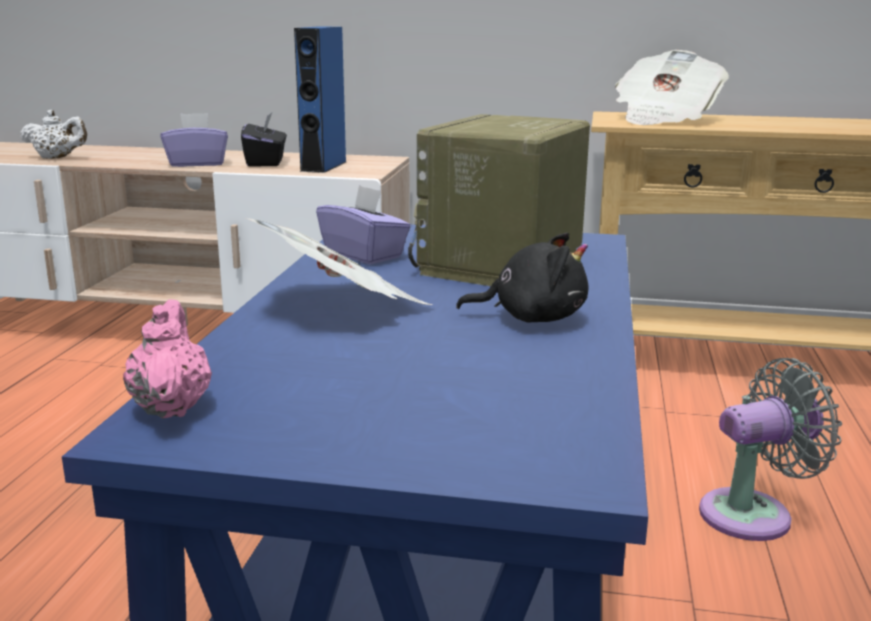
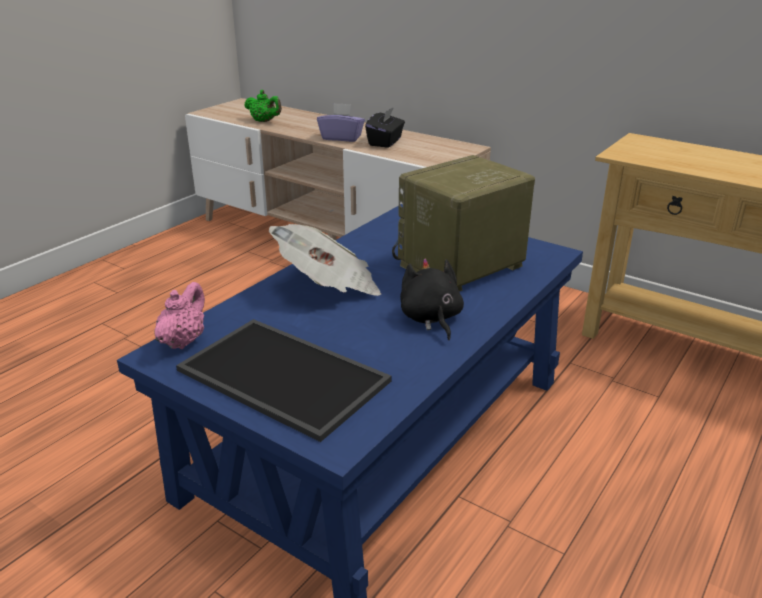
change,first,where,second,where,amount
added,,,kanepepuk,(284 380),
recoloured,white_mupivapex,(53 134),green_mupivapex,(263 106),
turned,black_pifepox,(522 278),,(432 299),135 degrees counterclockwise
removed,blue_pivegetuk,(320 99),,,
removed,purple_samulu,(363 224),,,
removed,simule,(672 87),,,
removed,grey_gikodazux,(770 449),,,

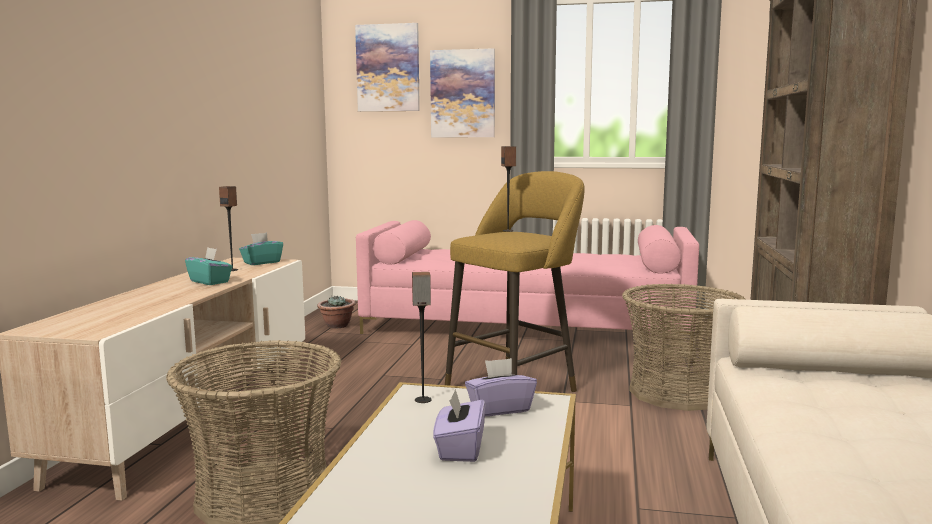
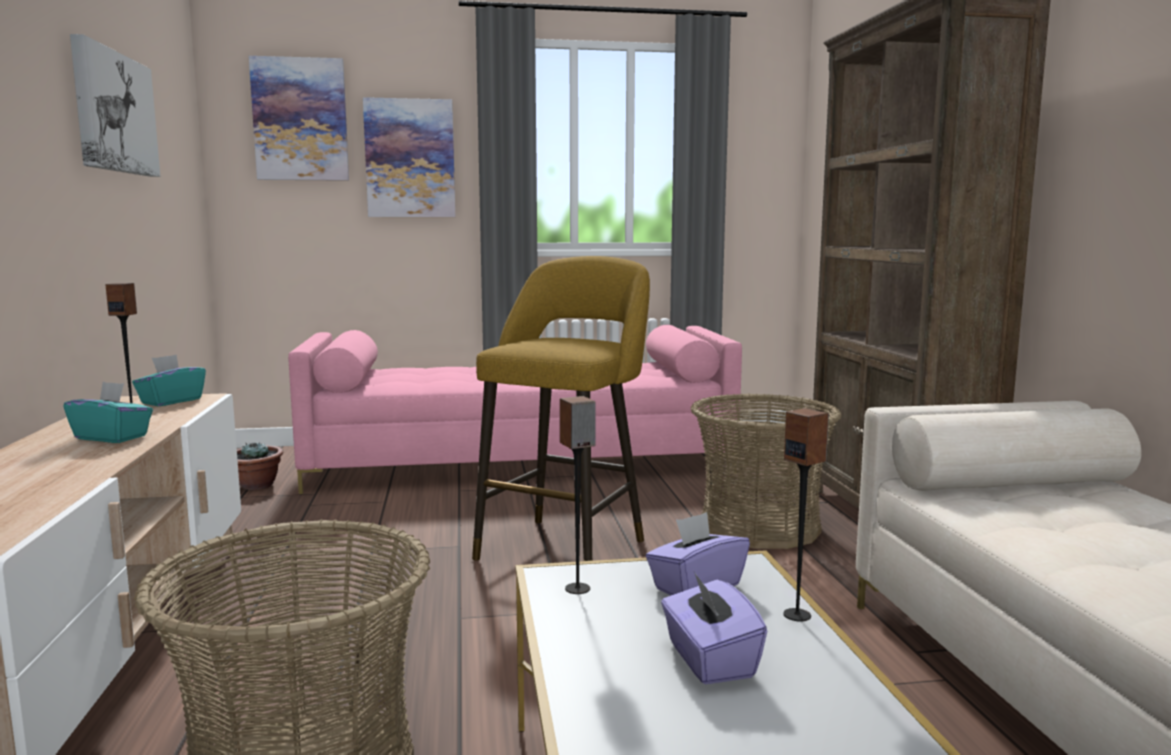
change,first,where,second,where,amount
added,,,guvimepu,(115 105),
moved,pivegetuk,(508 189),,(806 515),

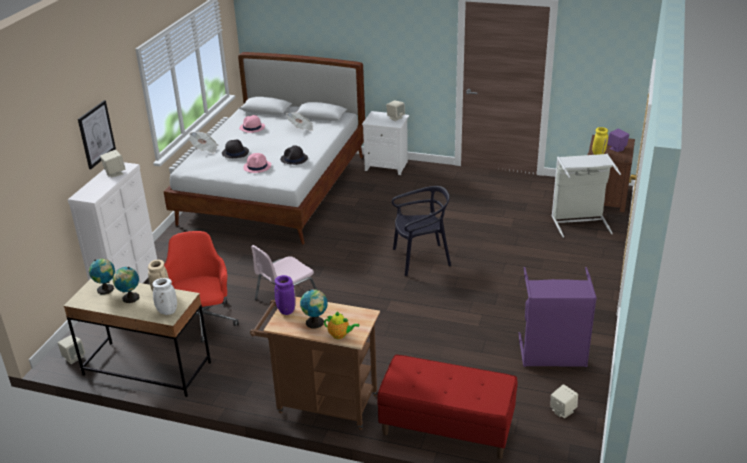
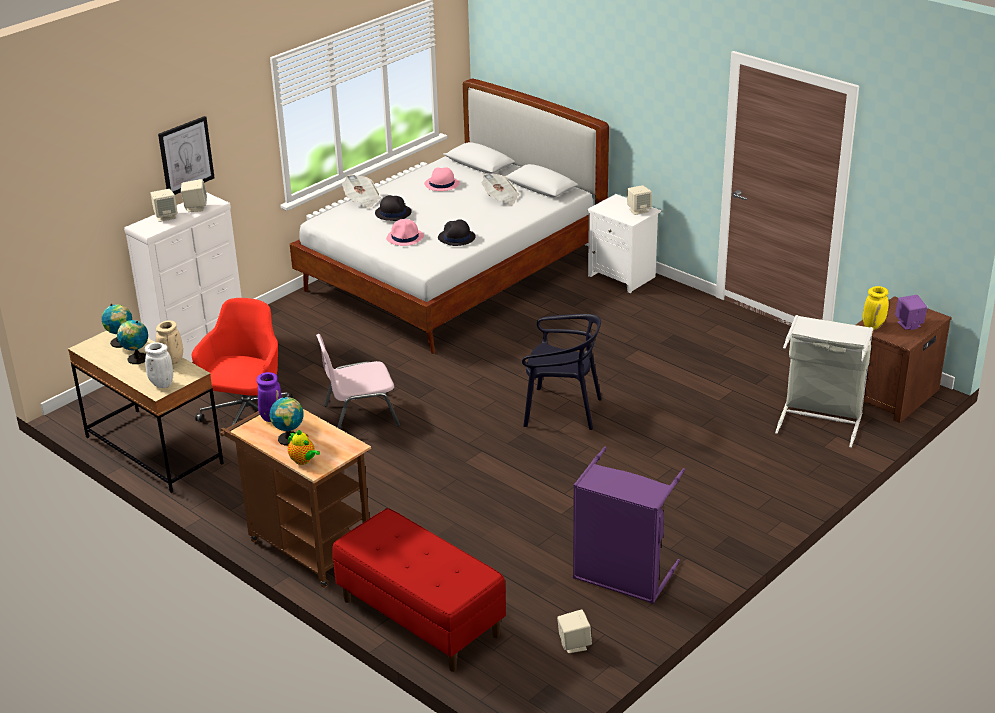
change,first,where,second,where,amount
moved,beige_pivegetuk,(71 349),,(164 205),

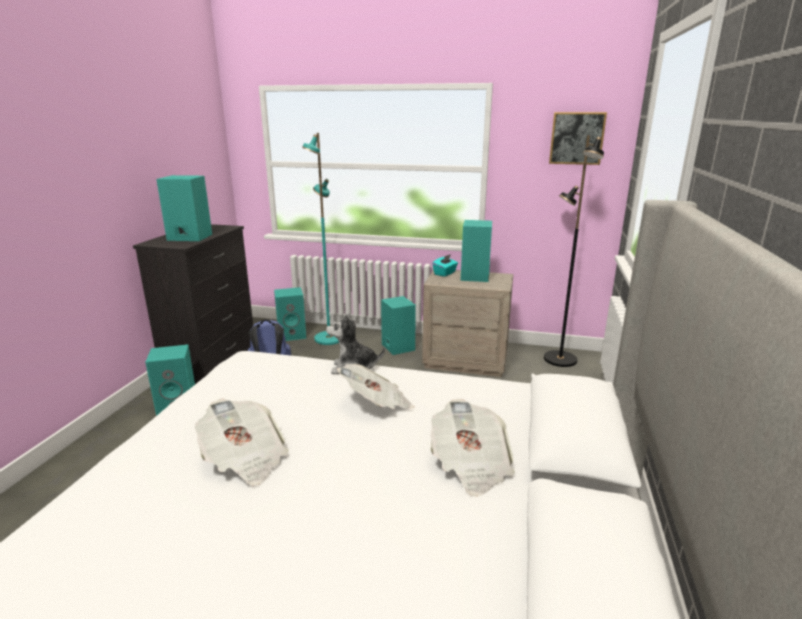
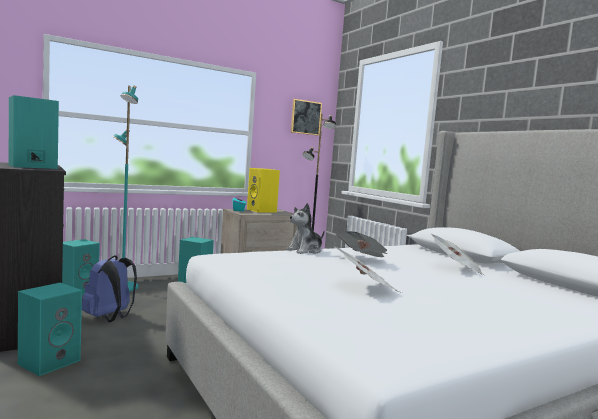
change,first,where,second,where,amount
recoloured,turquoise_pivegetuk,(476 251),yellow_pivegetuk,(263 190),

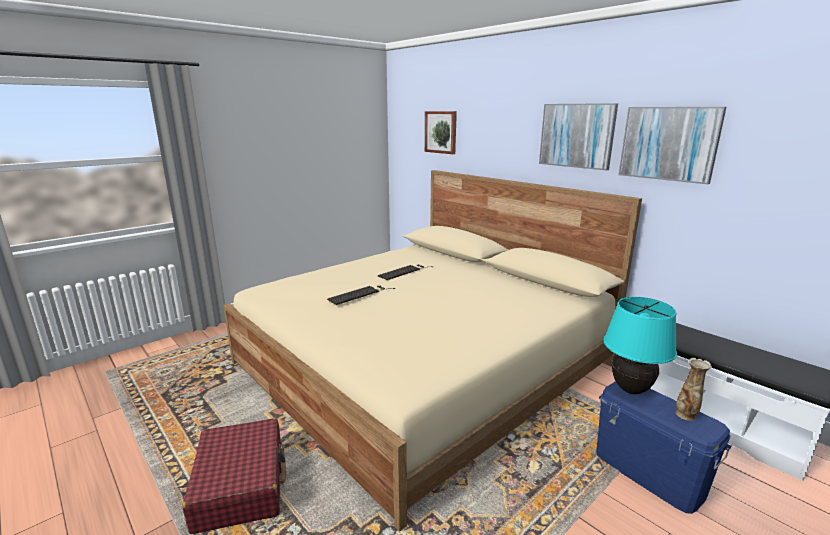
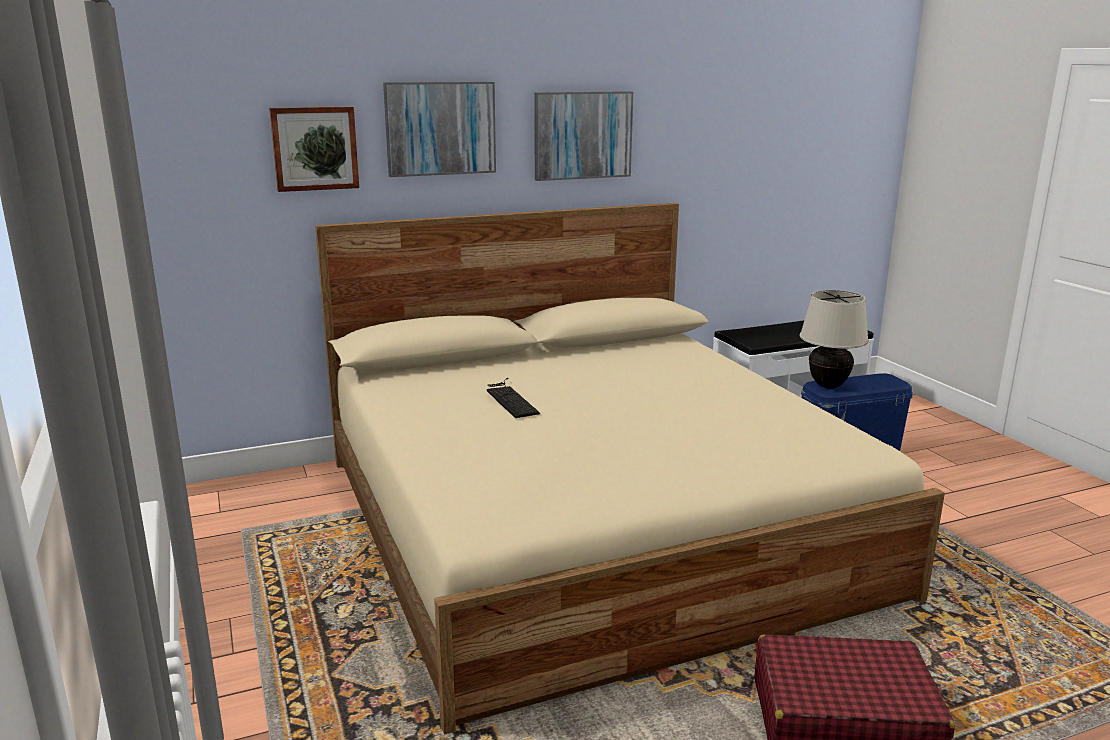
change,first,where,second,where,amount
moved,guvimepu,(672 145),,(439 129),
recoloured,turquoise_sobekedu,(640 345),beige_sobekedu,(834 339),
removed,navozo,(361 295),,,
removed,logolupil,(694 389),,,

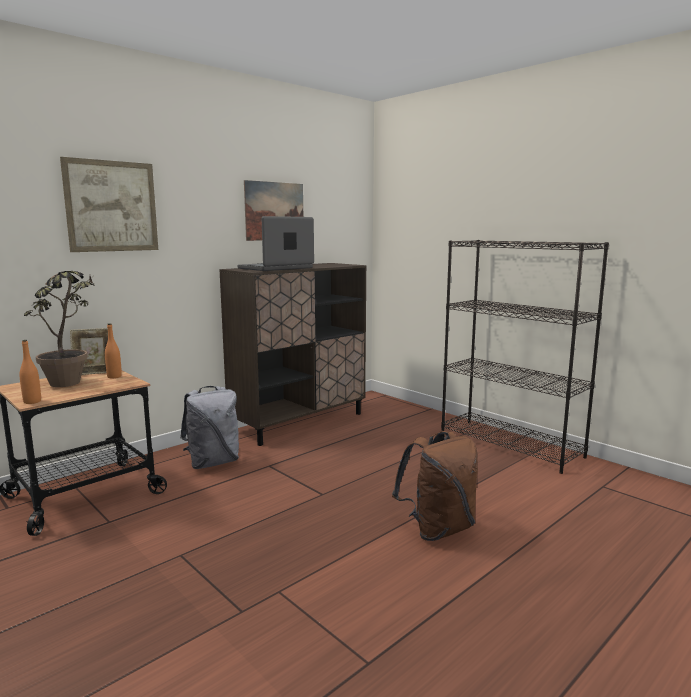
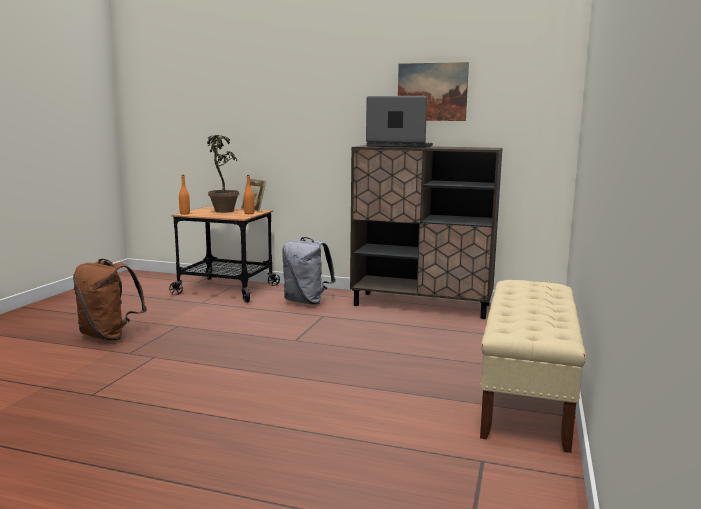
change,first,where,second,where,amount
moved,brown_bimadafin,(435 486),,(110 300),
replaced,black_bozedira,(525 357),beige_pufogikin,(533 366),
removed,guvimepu,(109 204),,,

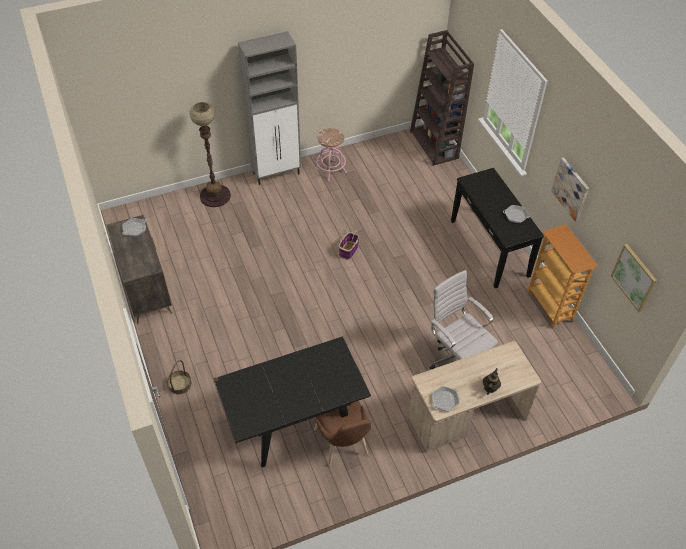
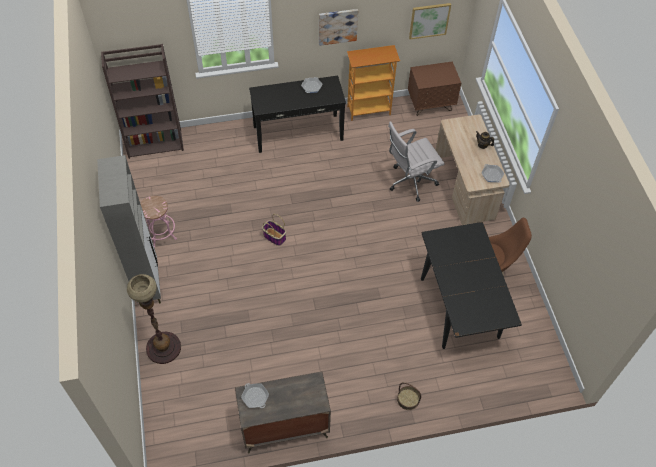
change,first,where,second,where,amount
added,,,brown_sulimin,(434 88),

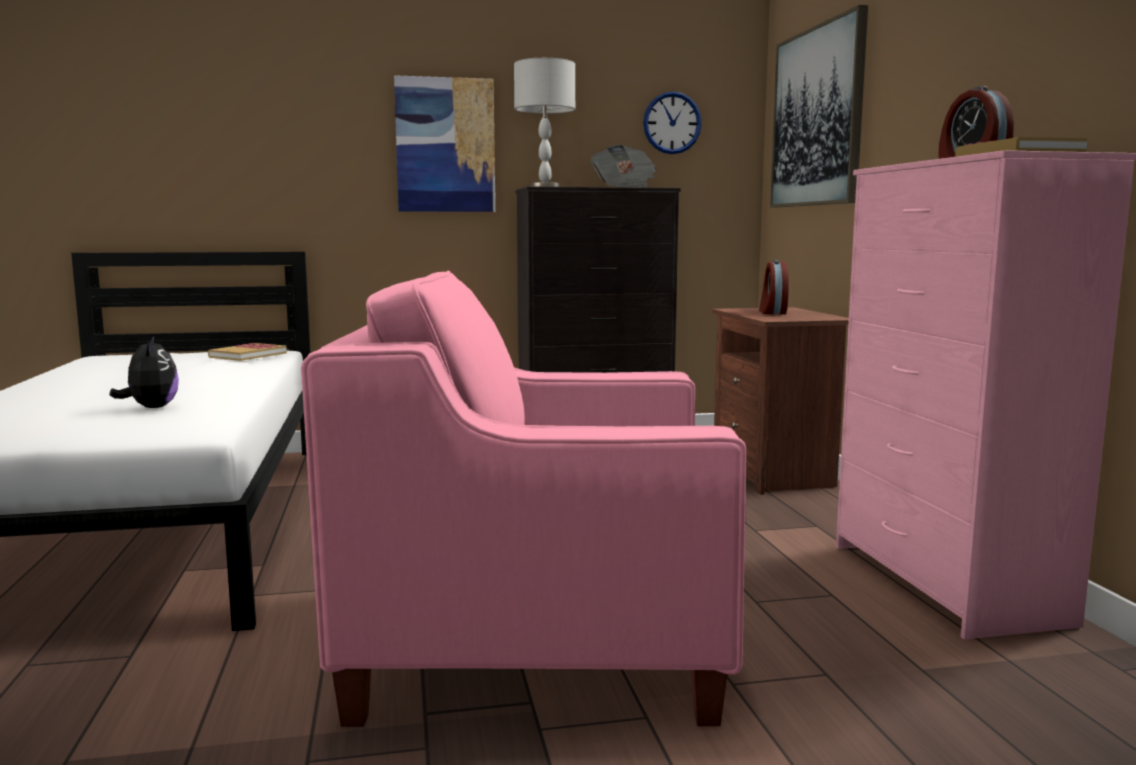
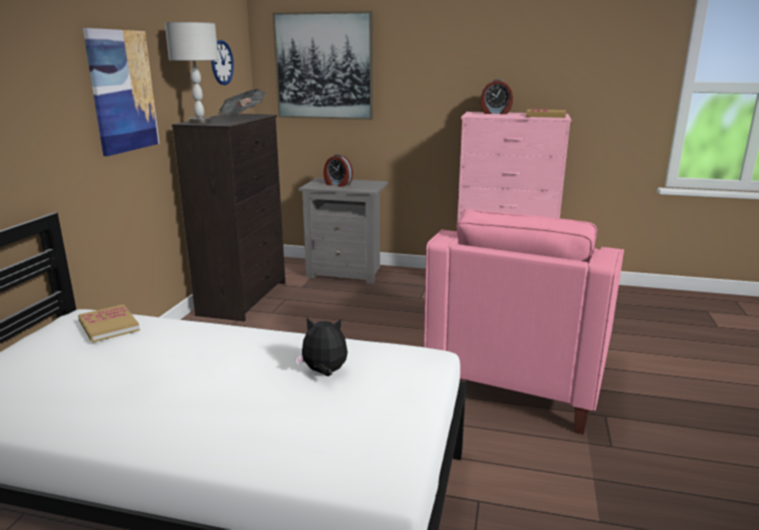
change,first,where,second,where,amount
recoloured,brown_sulimin,(780 401),grey_sulimin,(343 231),

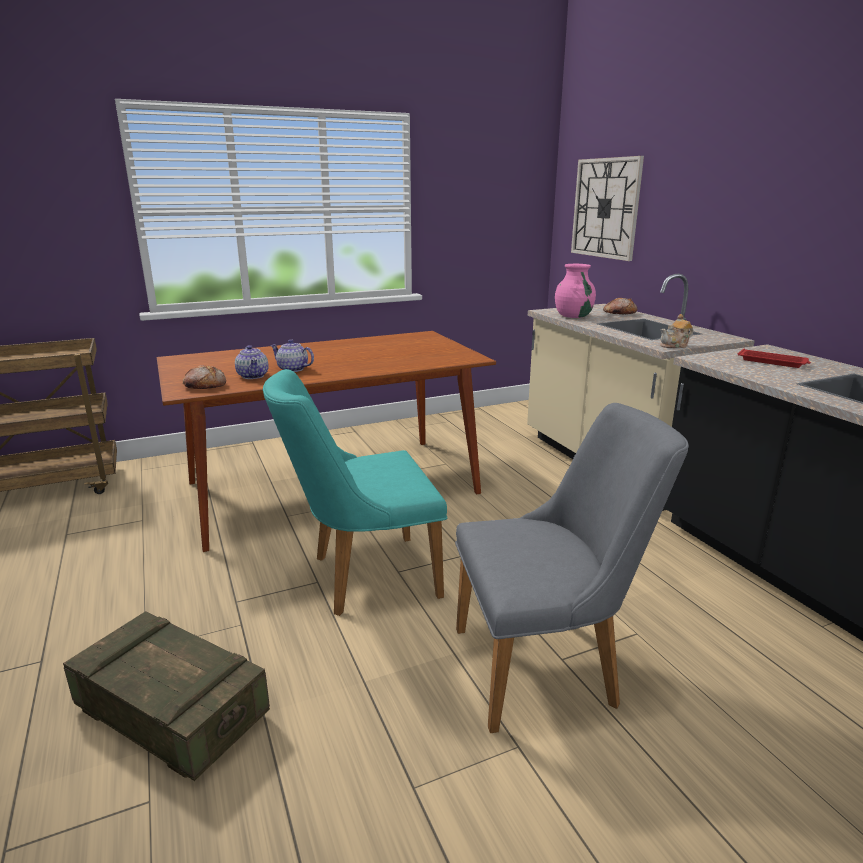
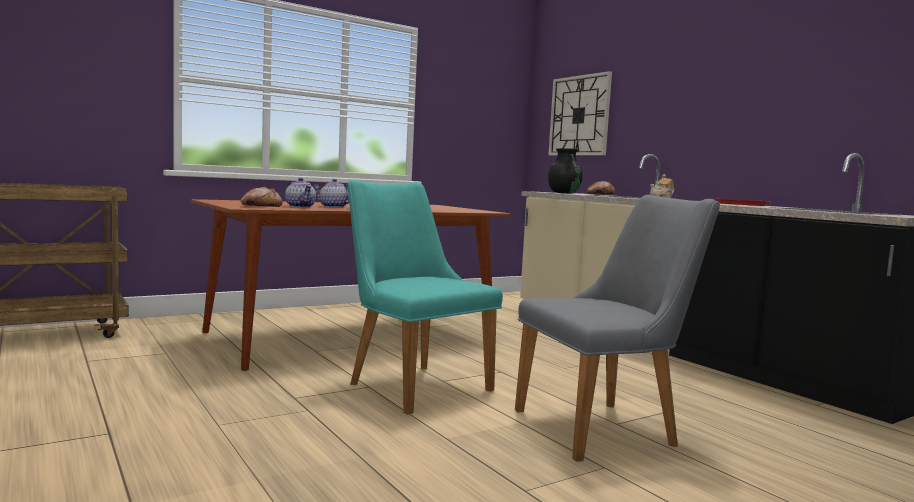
change,first,where,second,where,amount
turned,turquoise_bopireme,(355 492),,(425 296),75 degrees clockwise
recoloured,pink_logolupil,(575 291),black_logolupil,(565 171),
removed,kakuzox,(166 696),,,

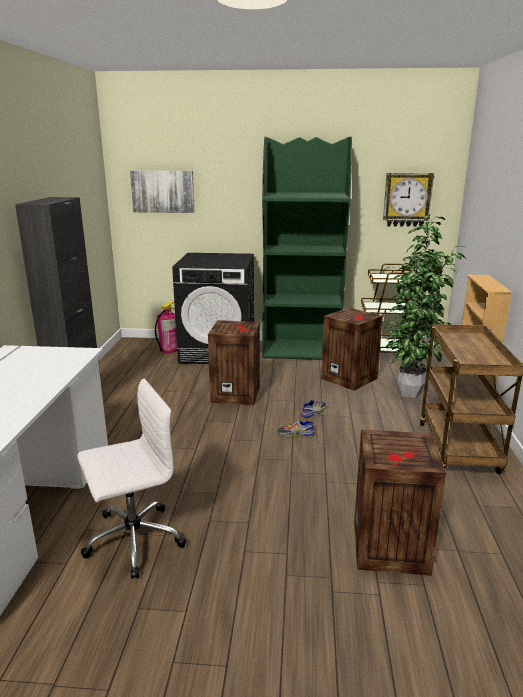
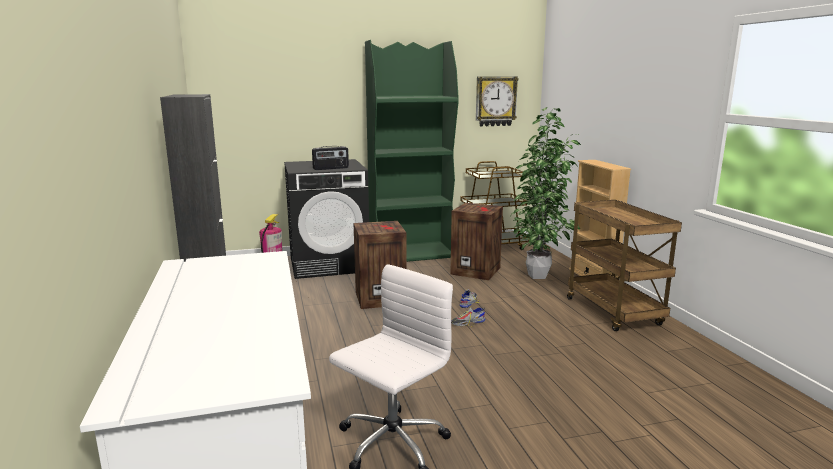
change,first,where,second,where,amount
added,,,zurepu,(330 158),
removed,guvimepu,(162 192),,,
removed,kakuzox,(400 503),,,

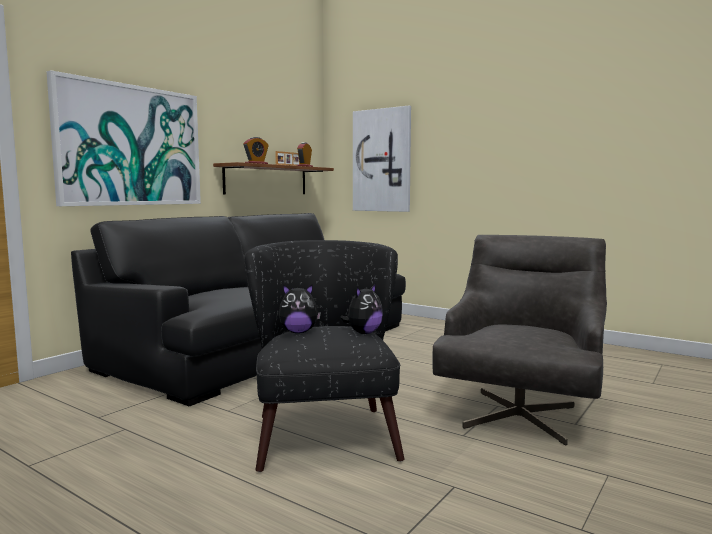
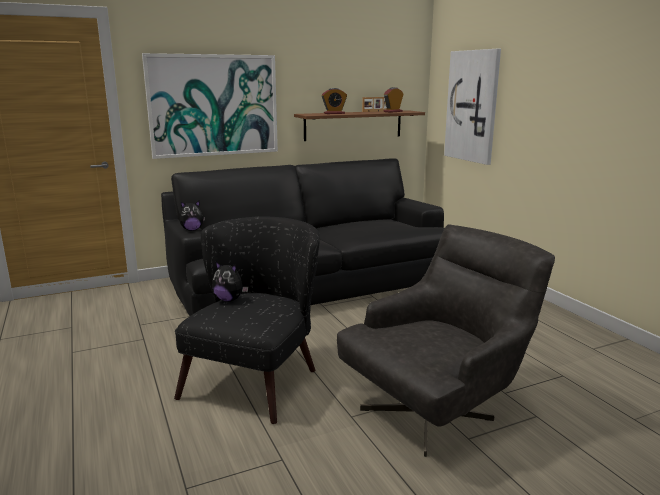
change,first,where,second,where,amount
moved,pifepox,(361 309),,(192 216),

